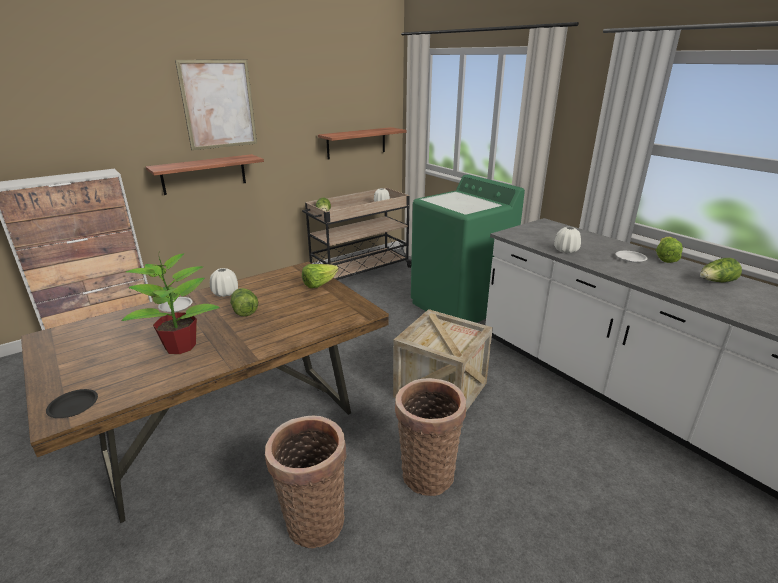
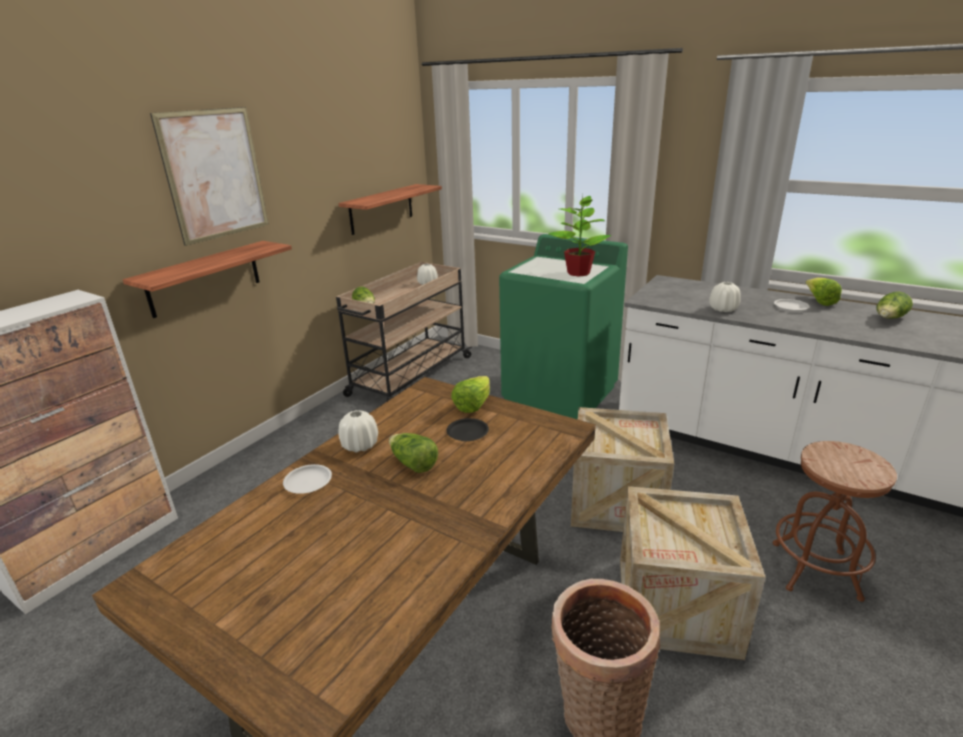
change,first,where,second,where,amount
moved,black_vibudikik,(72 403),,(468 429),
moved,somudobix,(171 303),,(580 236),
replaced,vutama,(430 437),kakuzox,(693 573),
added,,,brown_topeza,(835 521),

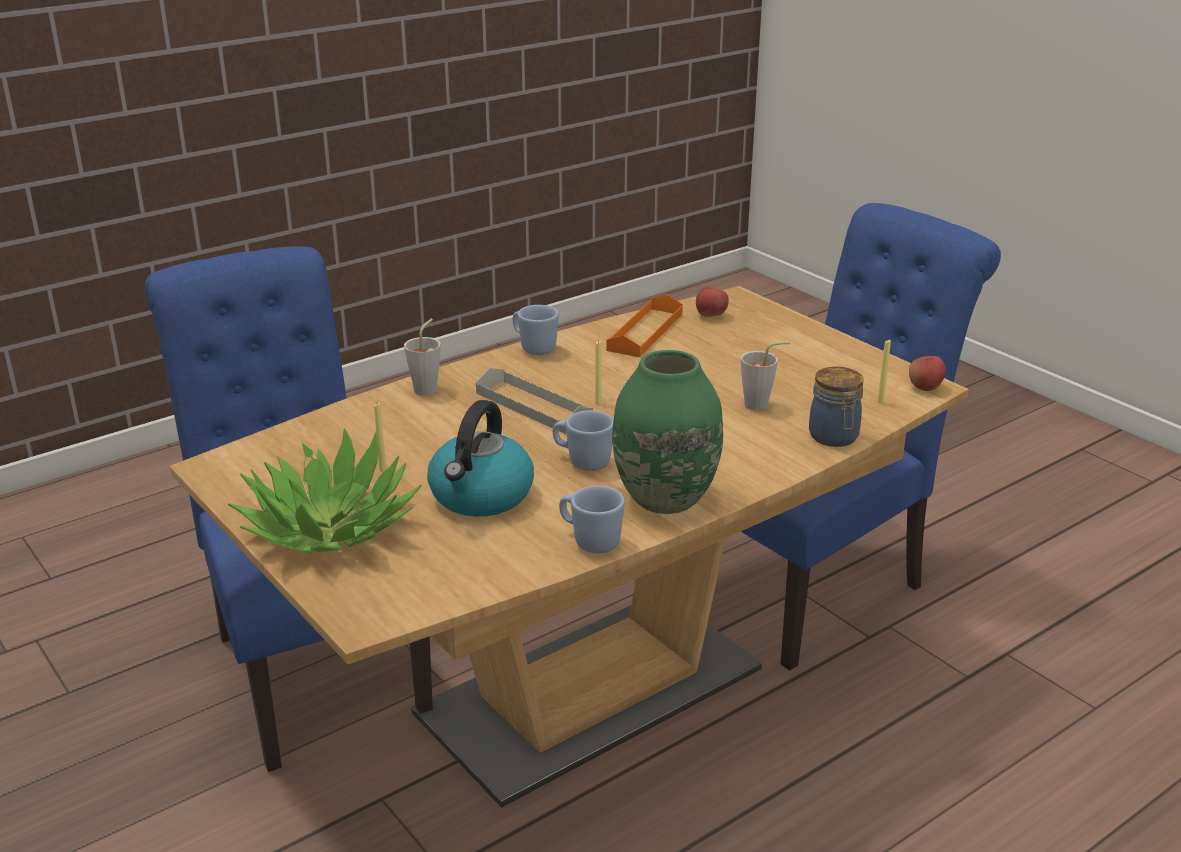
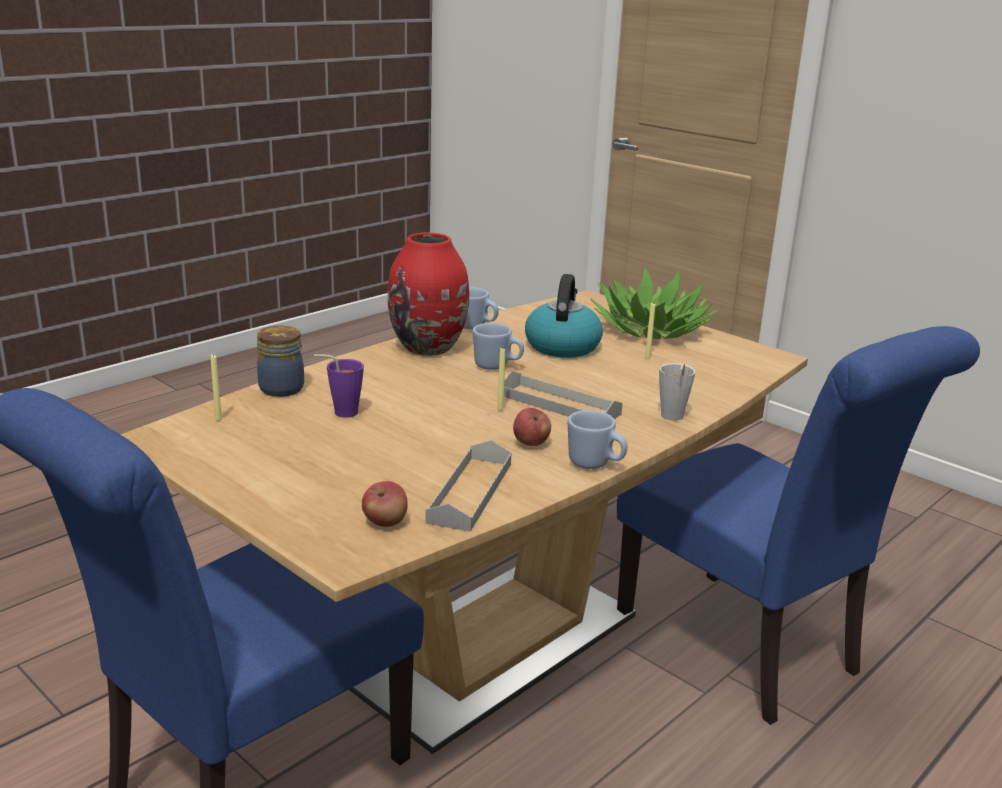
change,first,where,second,where,amount
recoloured,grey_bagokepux,(765 376),purple_bagokepux,(339 386),
recoloured,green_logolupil,(667 432),red_logolupil,(428 294),
recoloured,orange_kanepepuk,(644 325),grey_kanepepuk,(468 486),
moved,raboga,(927 373),,(532 427),

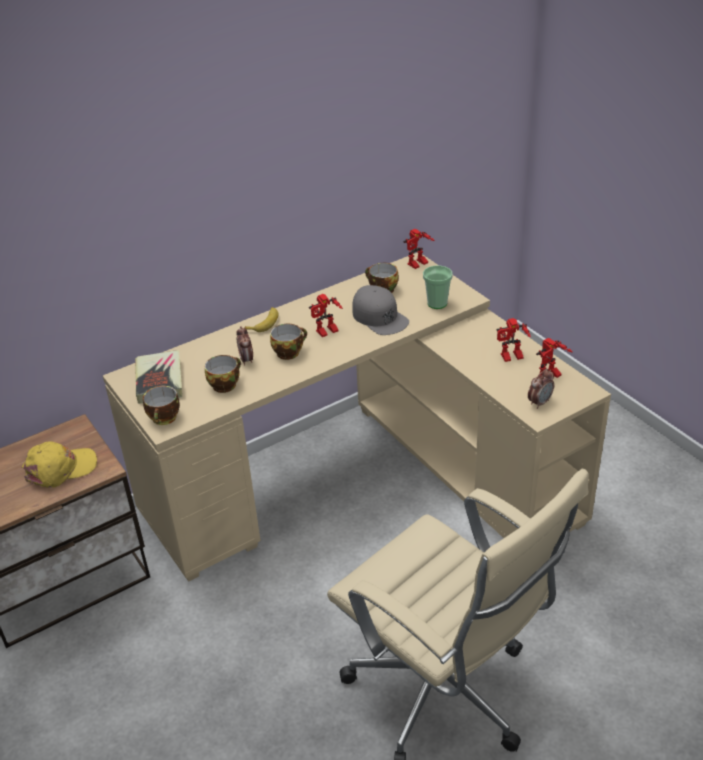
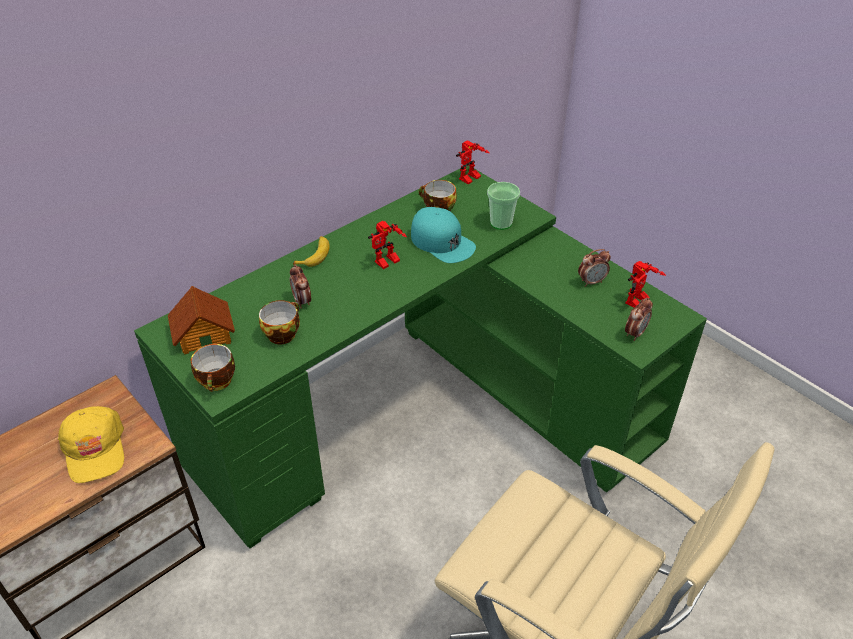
change,first,where,second,where,amount
turned,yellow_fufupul,(59 464),,(91 444),105 degrees clockwise
recoloured,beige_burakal,(357 417),green_burakal,(420 357),
replaced,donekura,(158 377),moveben,(201 320),
recoloured,grey_fufupul,(380 310),turquoise_fufupul,(443 235),
replaced,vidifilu,(513 340),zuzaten,(594 268),
removed,bagokepux,(288 342),,,

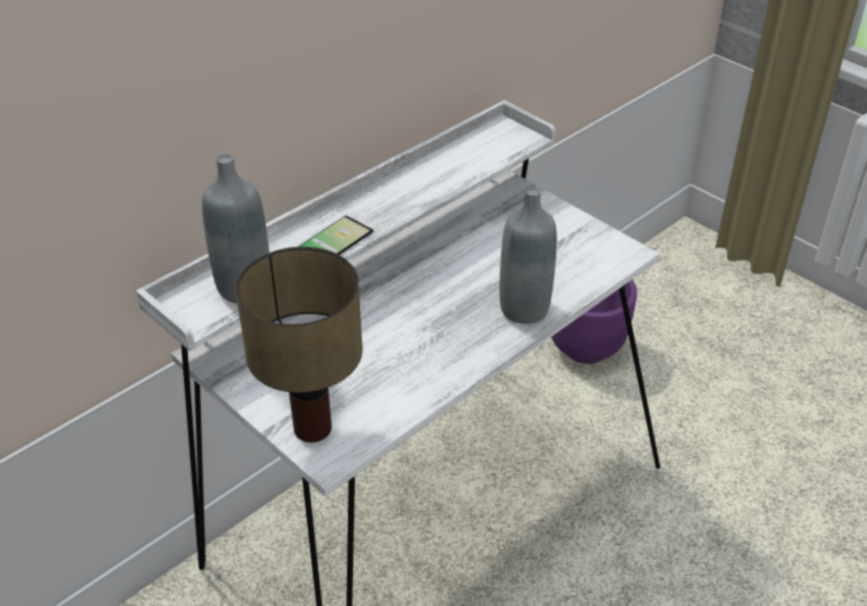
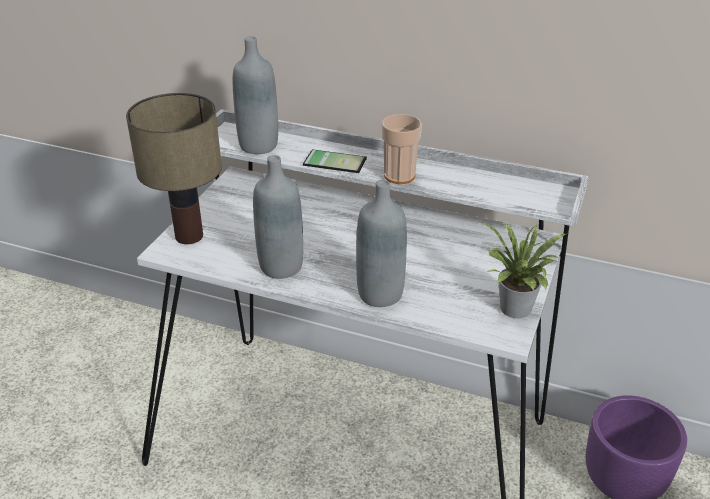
change,first,where,second,where,amount
added,,,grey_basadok,(278 217),
added,,,bagokepux,(401 149),
added,,,somudobix,(522 269),

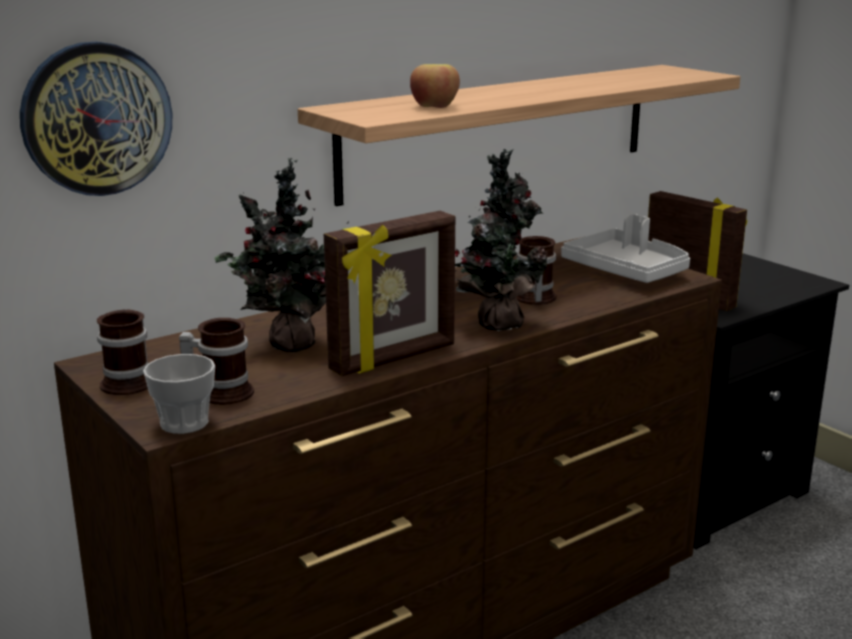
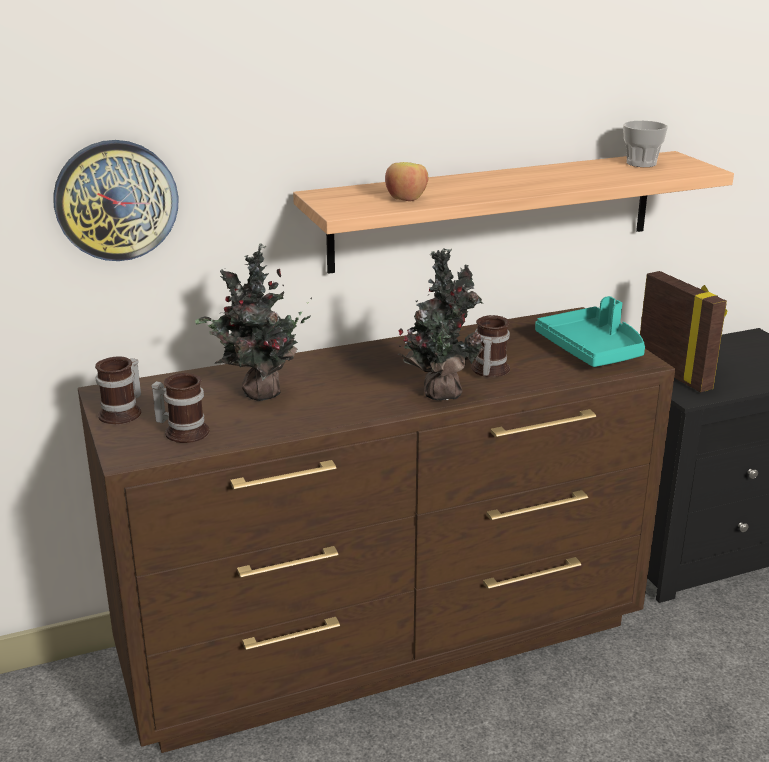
change,first,where,second,where,amount
recoloured,grey_kanepepuk,(625 248),turquoise_kanepepuk,(590 331),
moved,bagokepux,(179 394),,(645 144),
removed,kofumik,(389 293),,,

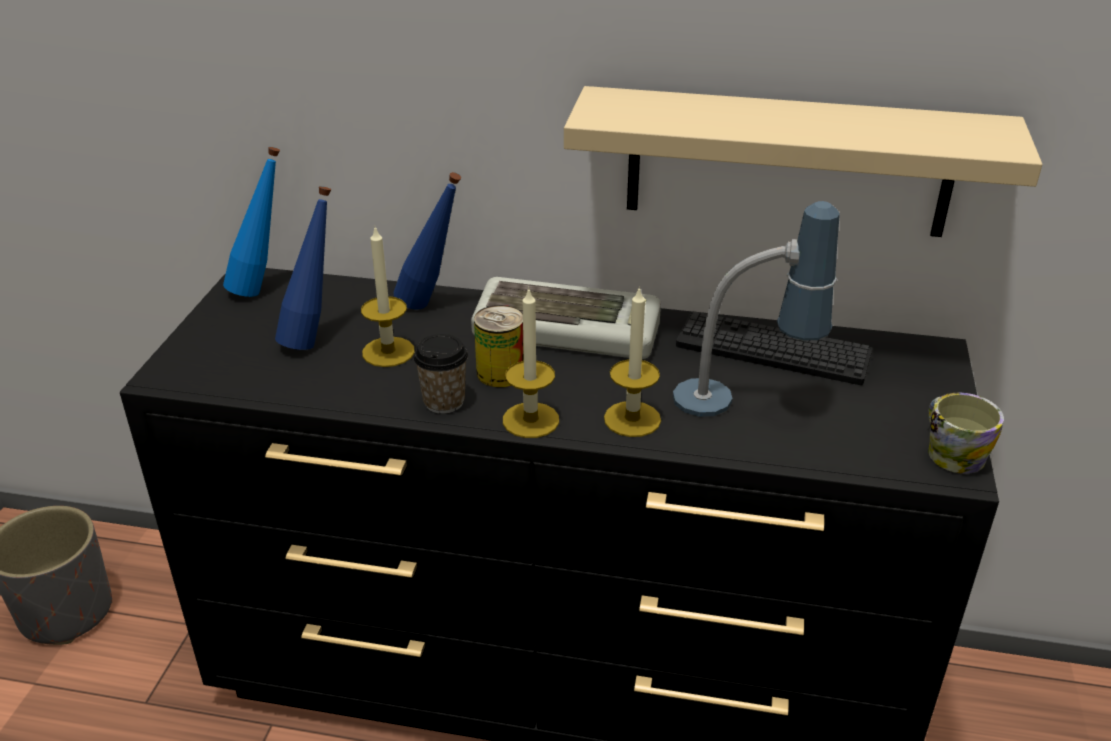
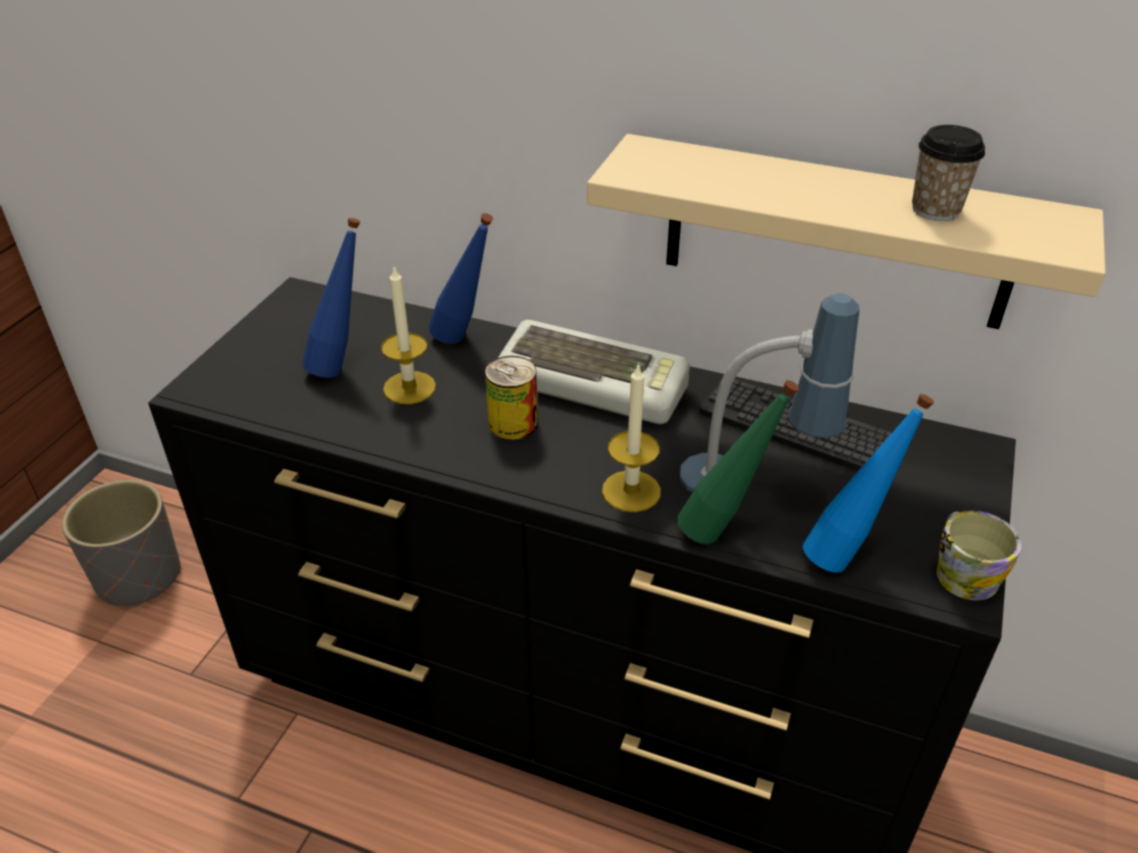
change,first,where,second,where,amount
added,,,green_basadok,(738 462),
moved,blue_basadok,(251 222),,(868 483),
moved,bagokepux,(441 374),,(948 173),
removed,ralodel,(531 362),,,

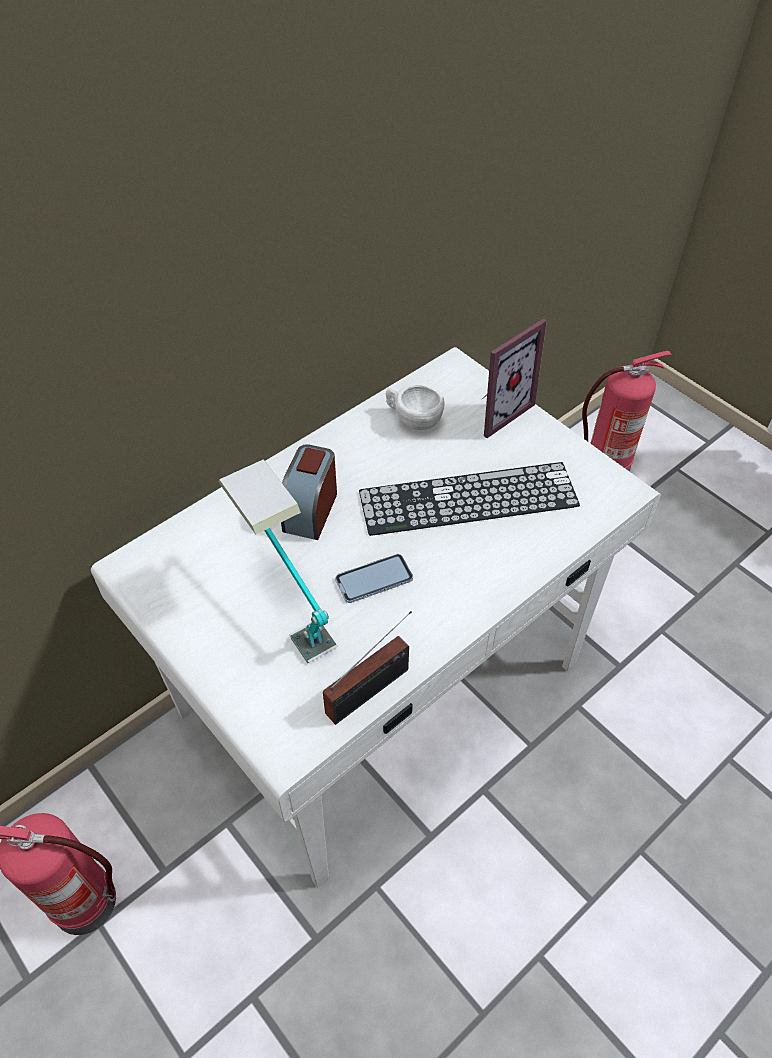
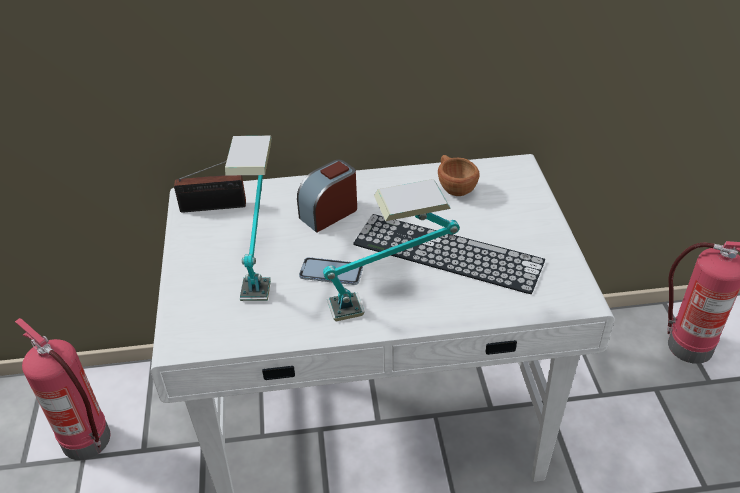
change,first,where,second,where,amount
moved,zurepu,(367 668),,(210 187),
added,,,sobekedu,(391 250),
recoloured,white_bagokepux,(415 407),brown_bagokepux,(459 175),
removed,kofumik,(514 378),,,

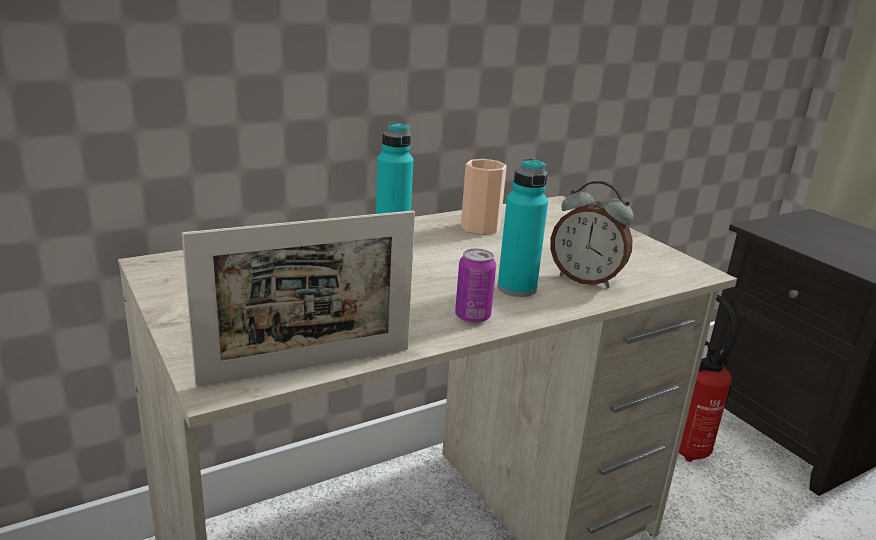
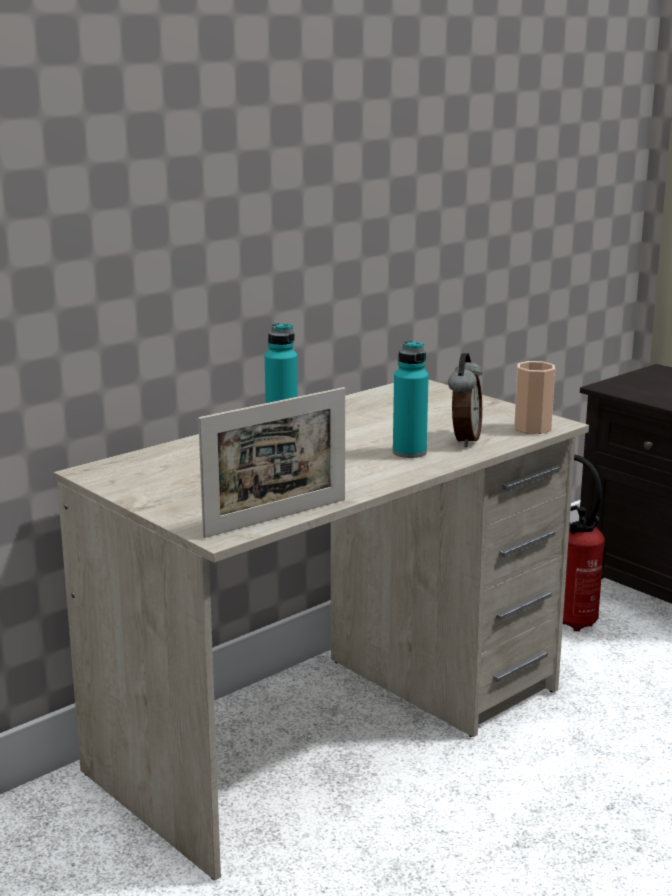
change,first,where,second,where,amount
turned,zuzaten,(592 234),,(465 400),90 degrees counterclockwise
moved,bagokepux,(484 197),,(534 397),
removed,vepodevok,(475 286),,,

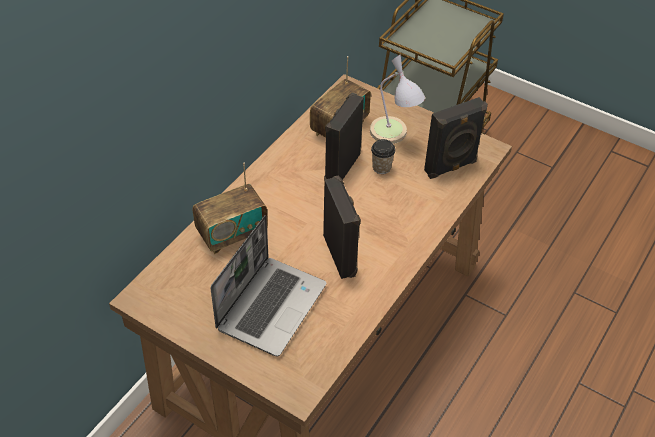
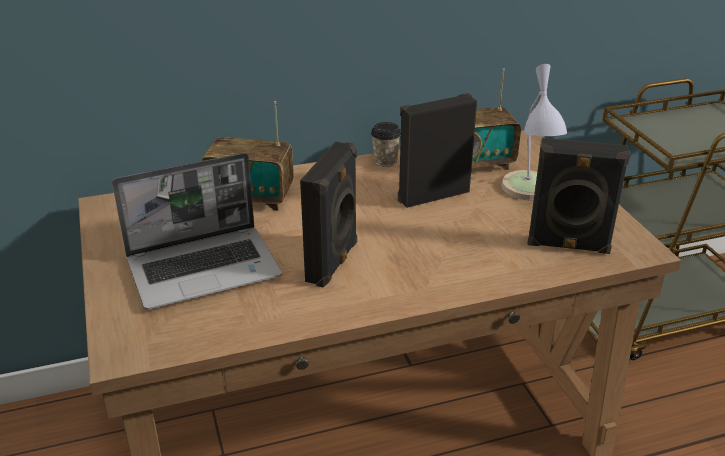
change,first,where,second,where,amount
moved,bagokepux,(383 156),,(386 144),

